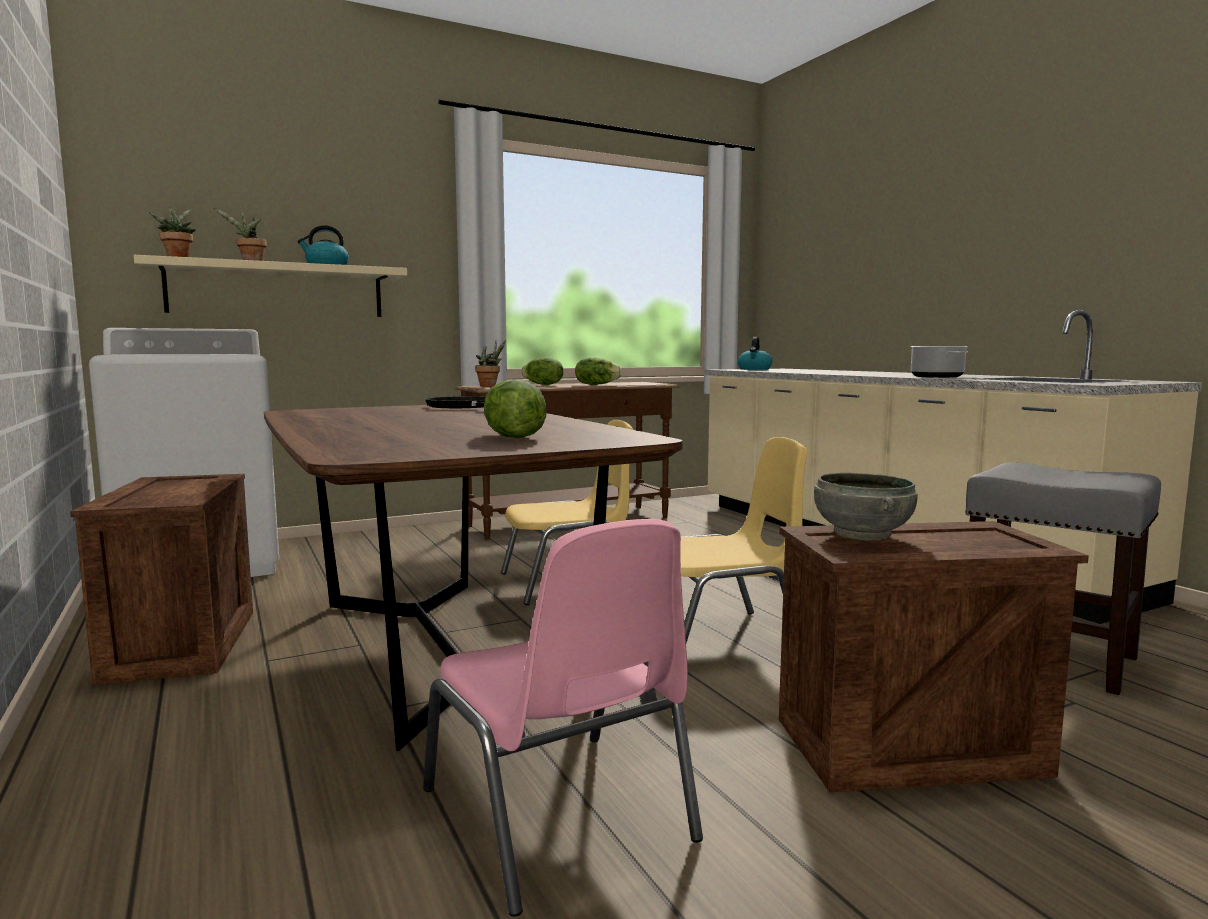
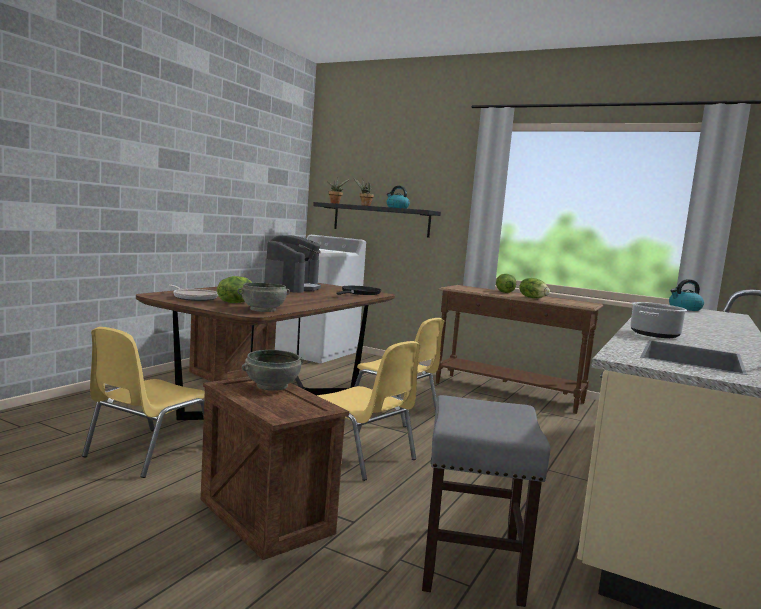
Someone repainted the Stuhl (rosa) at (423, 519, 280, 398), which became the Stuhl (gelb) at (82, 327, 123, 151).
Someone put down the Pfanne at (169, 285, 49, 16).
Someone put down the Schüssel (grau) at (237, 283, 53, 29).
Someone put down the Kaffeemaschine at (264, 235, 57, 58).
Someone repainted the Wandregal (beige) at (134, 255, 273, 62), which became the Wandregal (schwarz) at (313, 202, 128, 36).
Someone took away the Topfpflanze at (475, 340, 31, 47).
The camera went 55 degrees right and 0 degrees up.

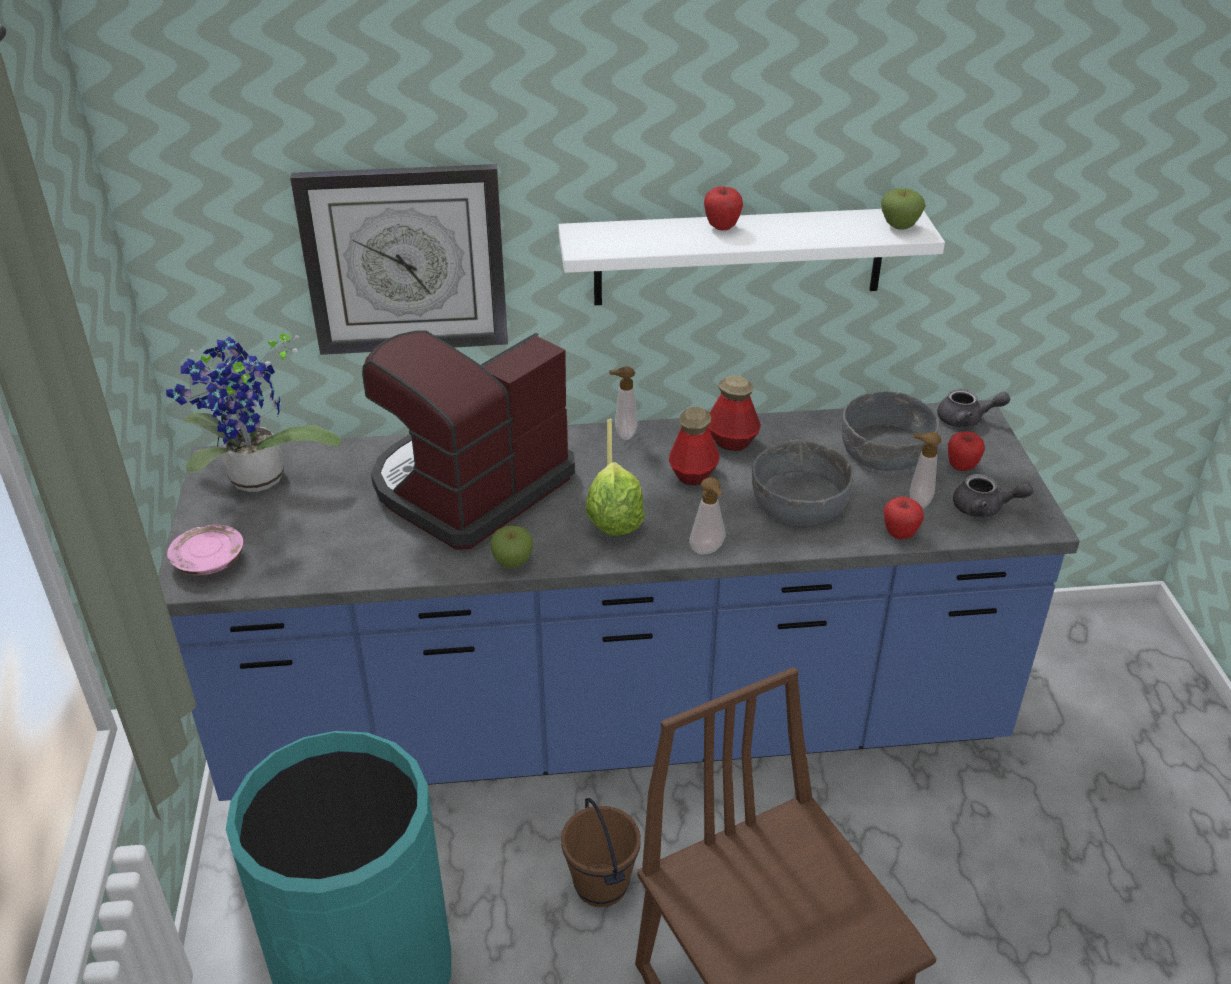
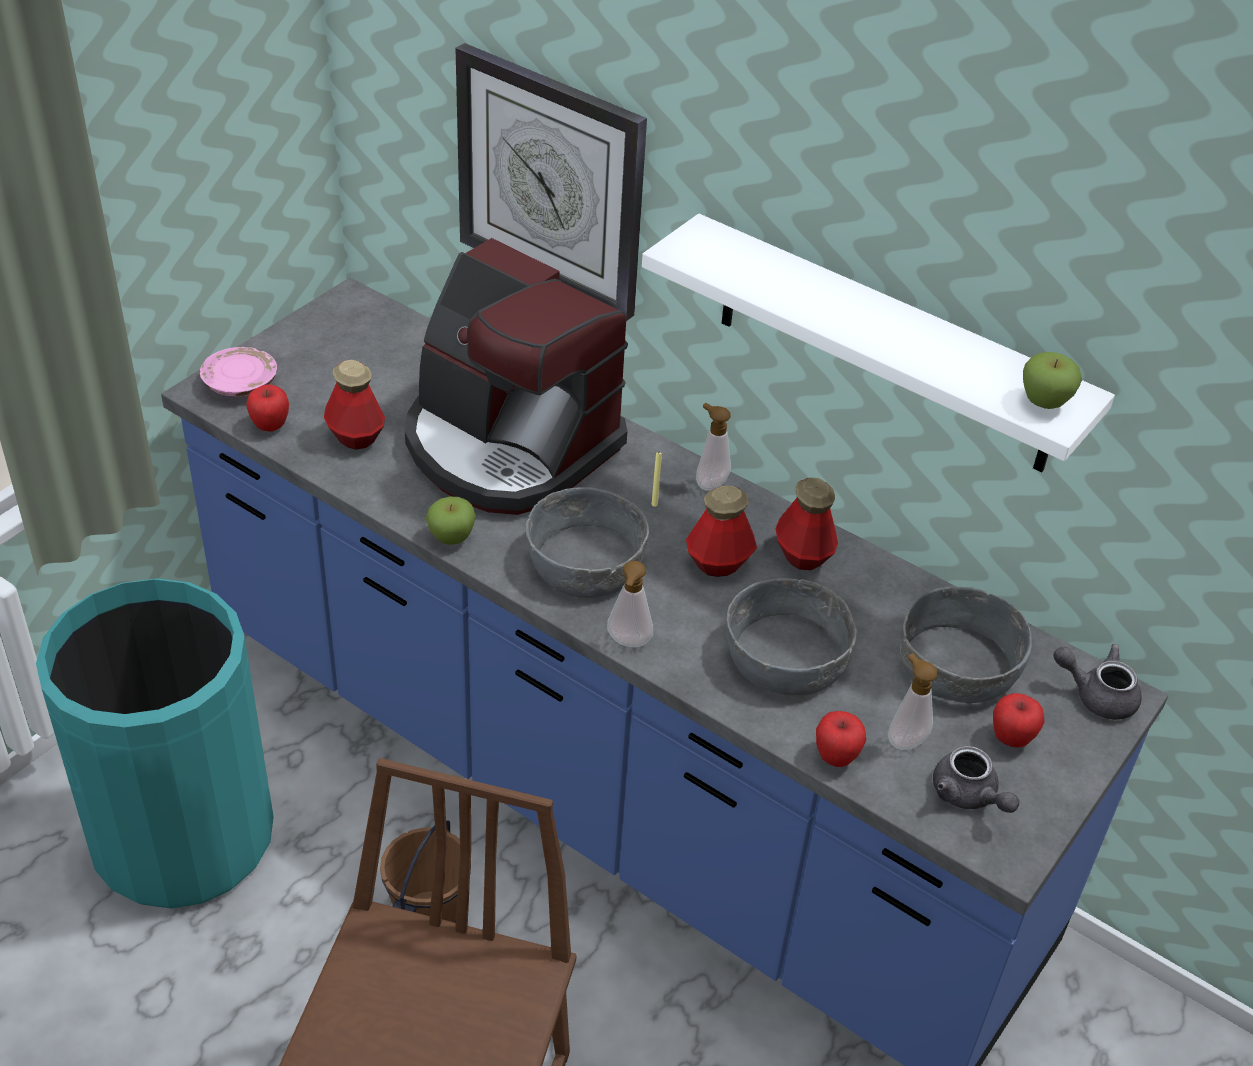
Someone carried the Apfel from (704, 187, 39, 43) to (246, 384, 43, 48).
Someone put down the Flasche at (324, 360, 61, 90).
Someone rotated the Kaffeemaschine at (362, 330, 213, 220) by 135 degrees counterclockwise.
Someone swapped the Salatkopf at (585, 462, 60, 74) for the Schüssel (grau) at (526, 487, 123, 111).
Someone rotated the Teekanne (grau) at (937, 389, 73, 39) by 150 degrees clockwise.
Someone took away the Topfpflanze at (166, 333, 176, 159).
The camera went 40 degrees right and 5 degrees up.

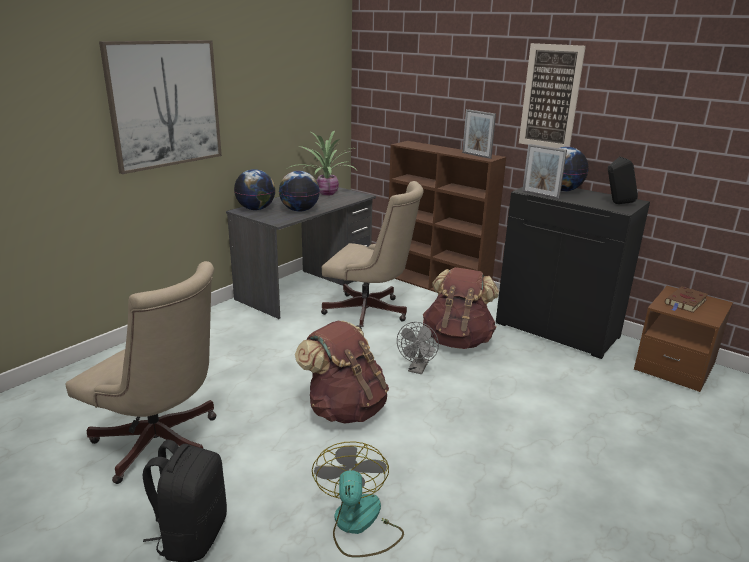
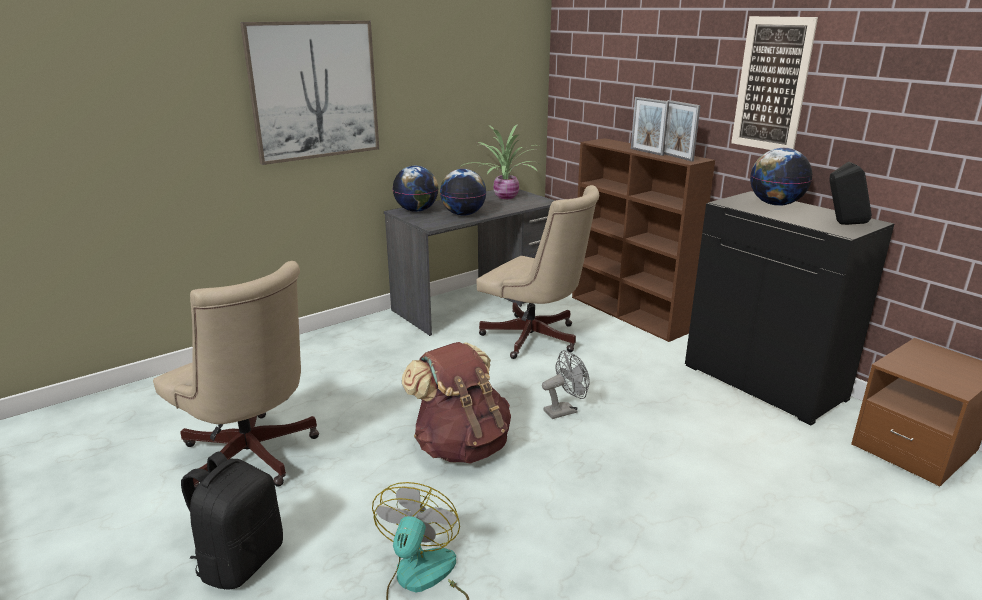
Someone rotated the Ventilator (grau) at (397, 322, 42, 52) by 150 degrees counterclockwise.
Someone carried the Bilderrahmen from (522, 144, 45, 55) to (631, 97, 38, 59).
Someone took away the Rucksack (braun) at (423, 267, 76, 82).
Someone took away the Buch (braun) at (665, 286, 43, 27).
The camera went 15 degrees right and 0 degrees up.

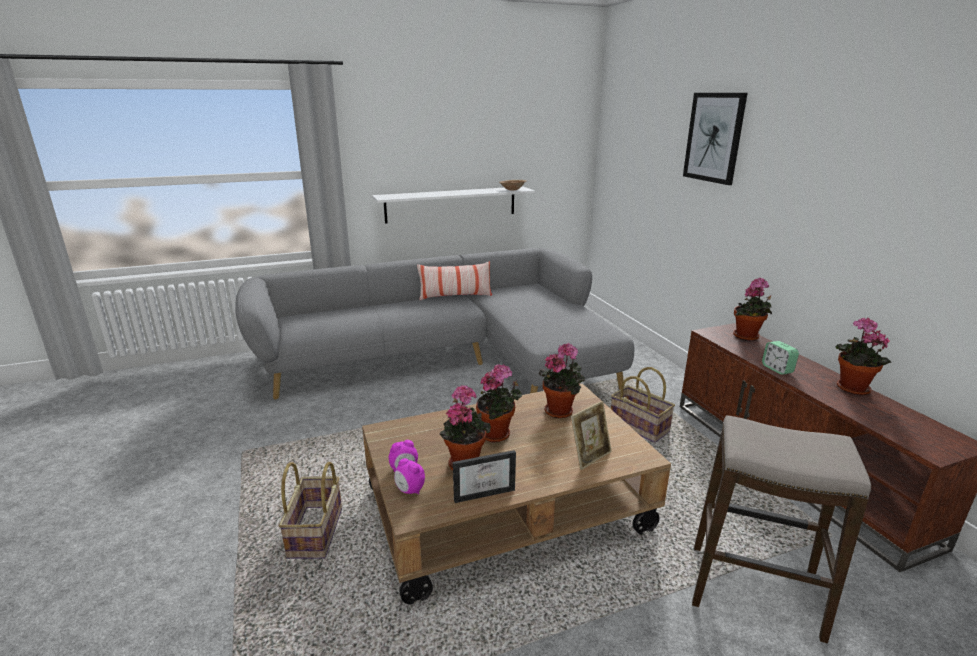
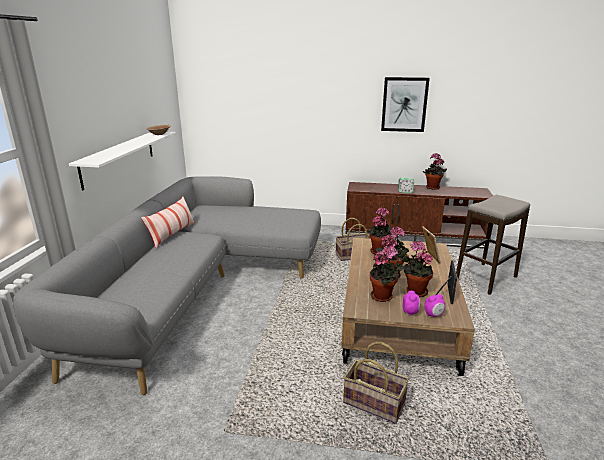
Someone carried the Topfpflanze from (733, 278, 39, 63) to (370, 246, 34, 56).
Someone carried the Bild from (683, 93, 65, 92) to (381, 77, 49, 55).
The camera went 60 degrees left and 0 degrees up.

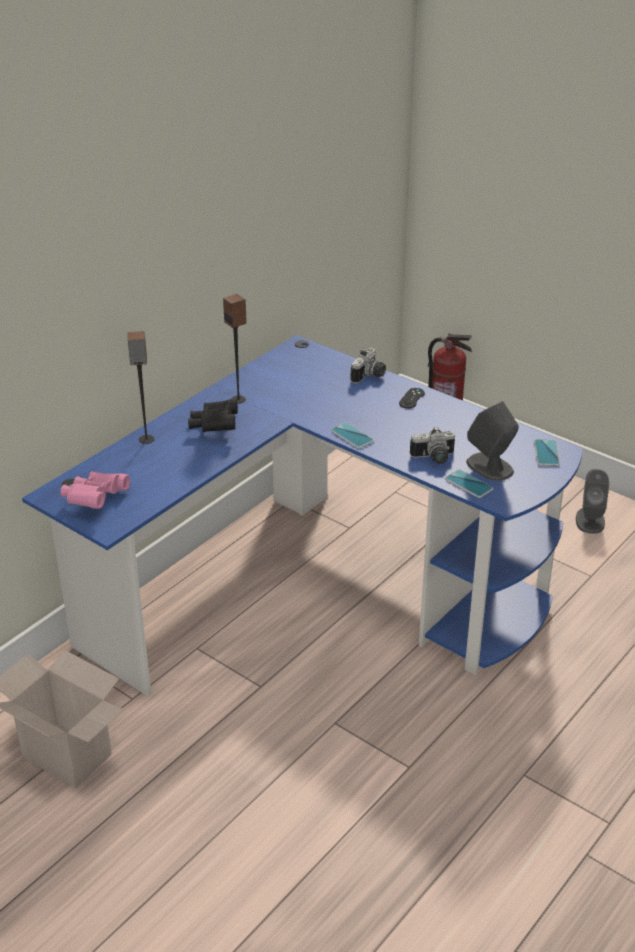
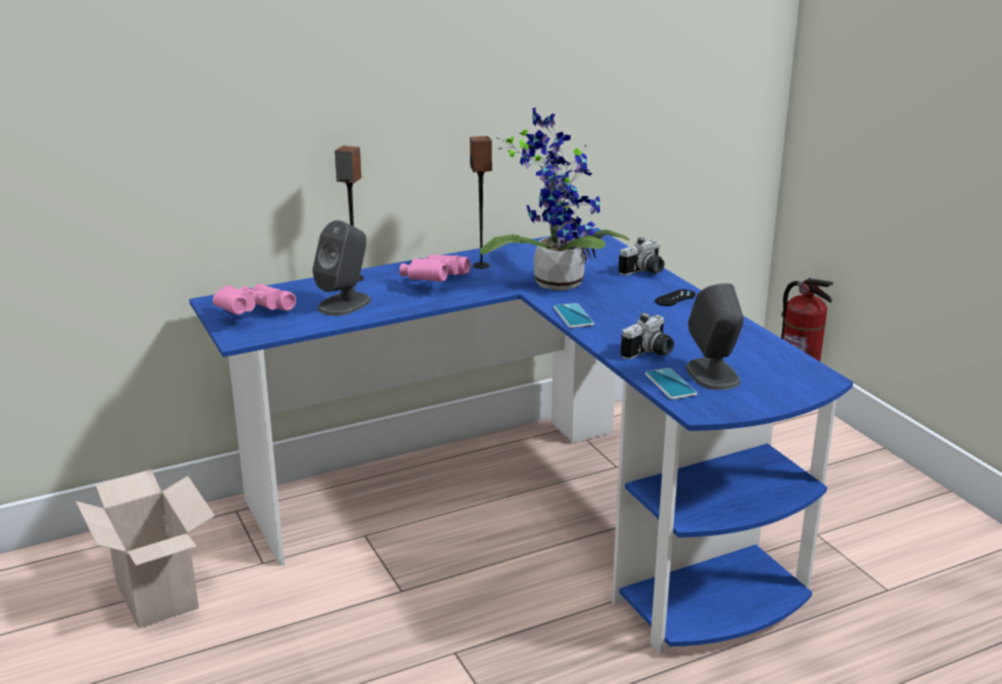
Someone carried the Lautsprecher (grau) from (576, 469, 33, 65) to (312, 220, 59, 96).
Someone repainted the Fernglas (schwarz) at (188, 399, 50, 33), which became the Fernglas (rosa) at (399, 254, 71, 28).
Someone put down the Topfpflanze at (480, 107, 150, 184).
Someone rotated the Kamera at (410, 426, 45, 38) by 60 degrees counterclockwise.
Someone took away the Handy at (534, 439, 26, 27).
The camera went 25 degrees right and 10 degrees down.

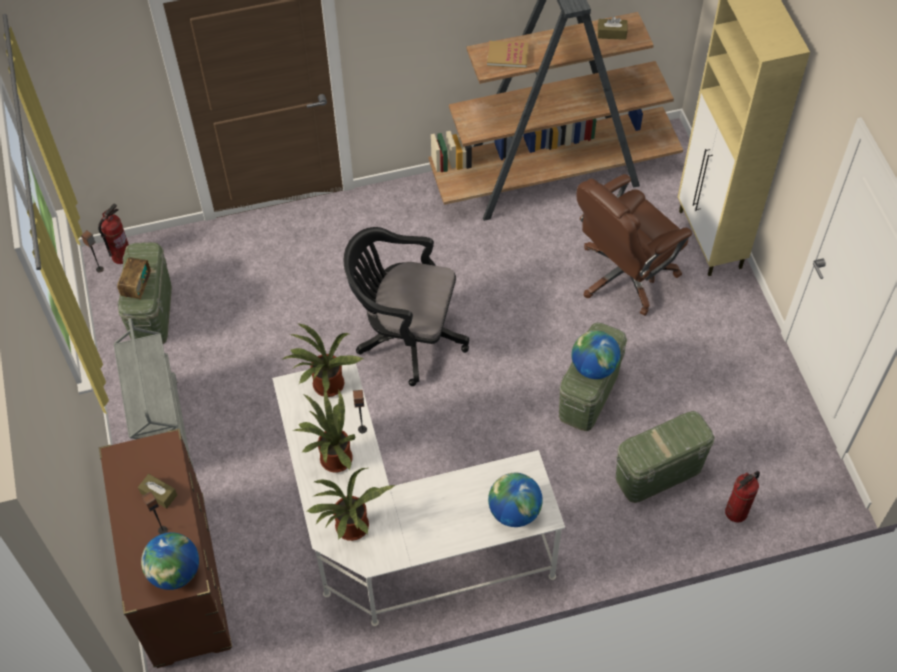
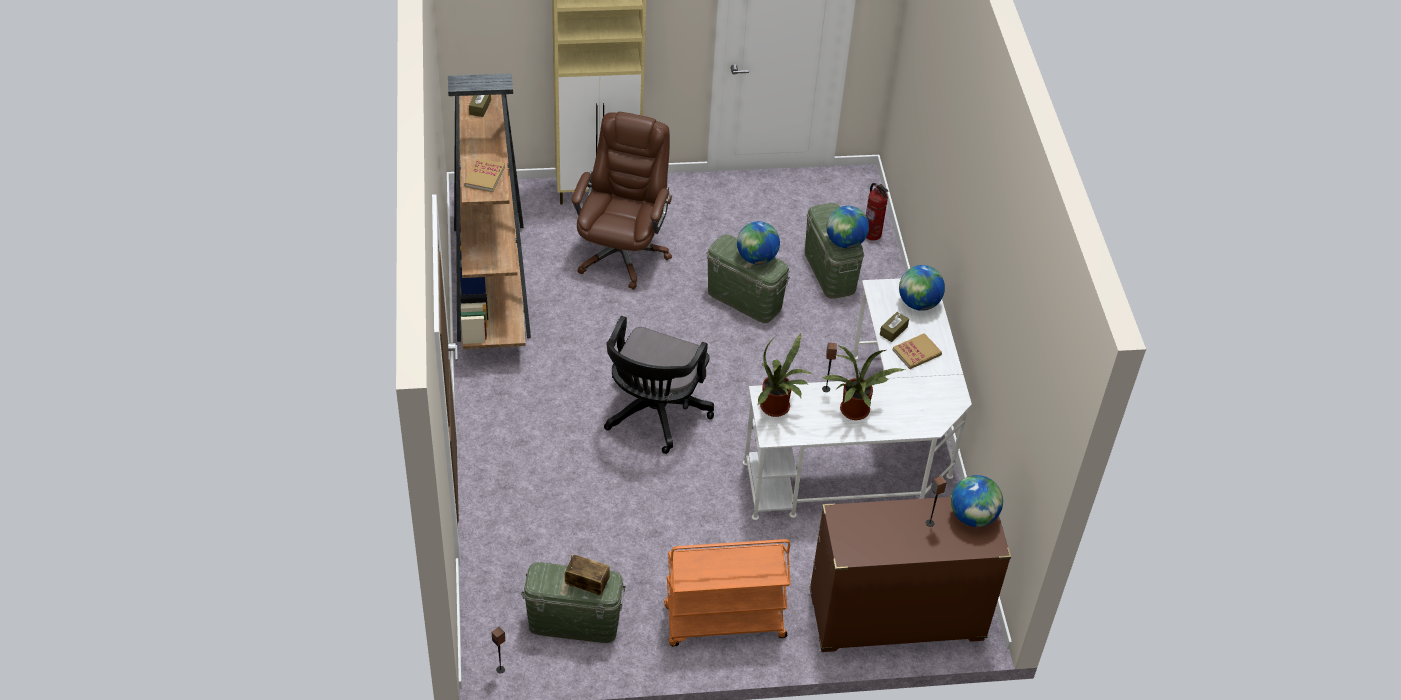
Someone rotated the Bürostuhl (braun) at (577, 174, 115, 142) by 135 degrees counterclockwise.
Someone repainted the Rollwagen (grau) at (114, 318, 80, 151), which became the Rollwagen (orange) at (664, 539, 127, 108).
Someone put down the Globus at (826, 206, 43, 42).
Someone carried the Taschentuchbox (braun) from (138, 474, 39, 35) to (880, 312, 29, 30).
Someone put down the Buch at (893, 333, 49, 36).
Someone took away the Feuerlöscher at (98, 203, 31, 61).
Someone took away the Topfpflanze at (307, 468, 89, 73).
The camera went 85 degrees left and 10 degrees down.

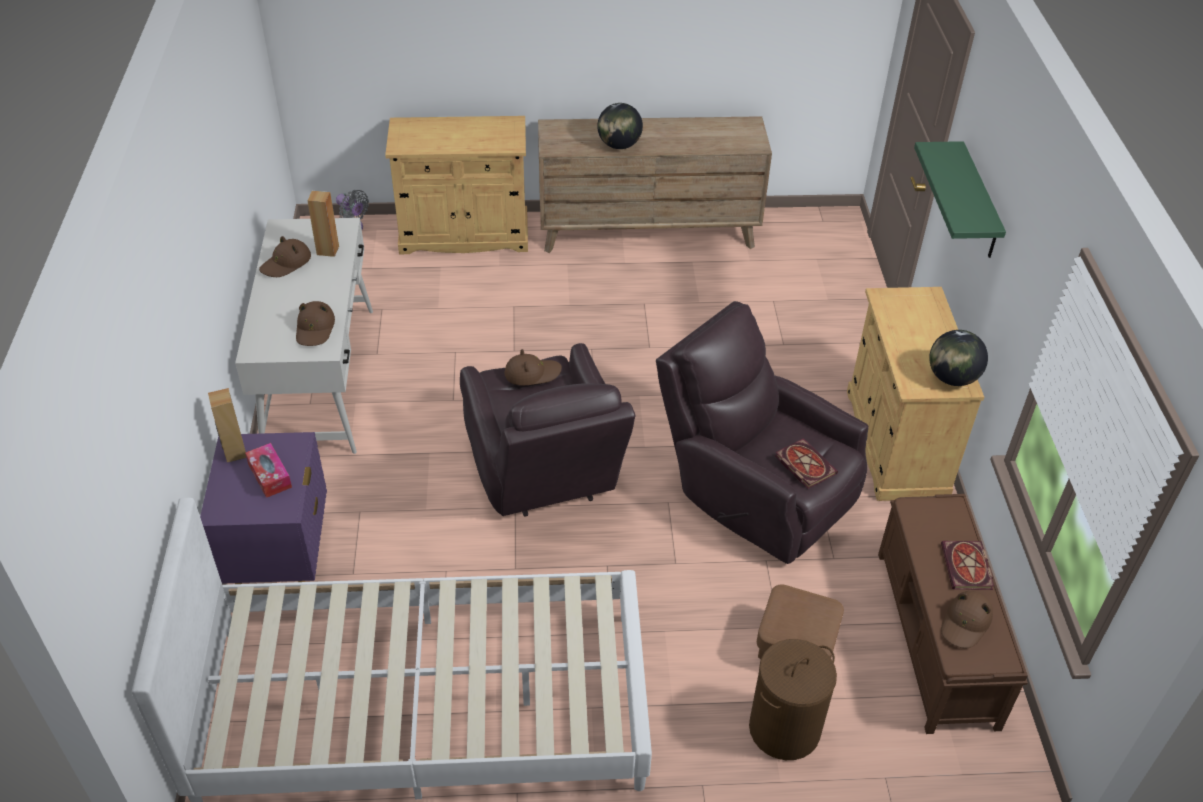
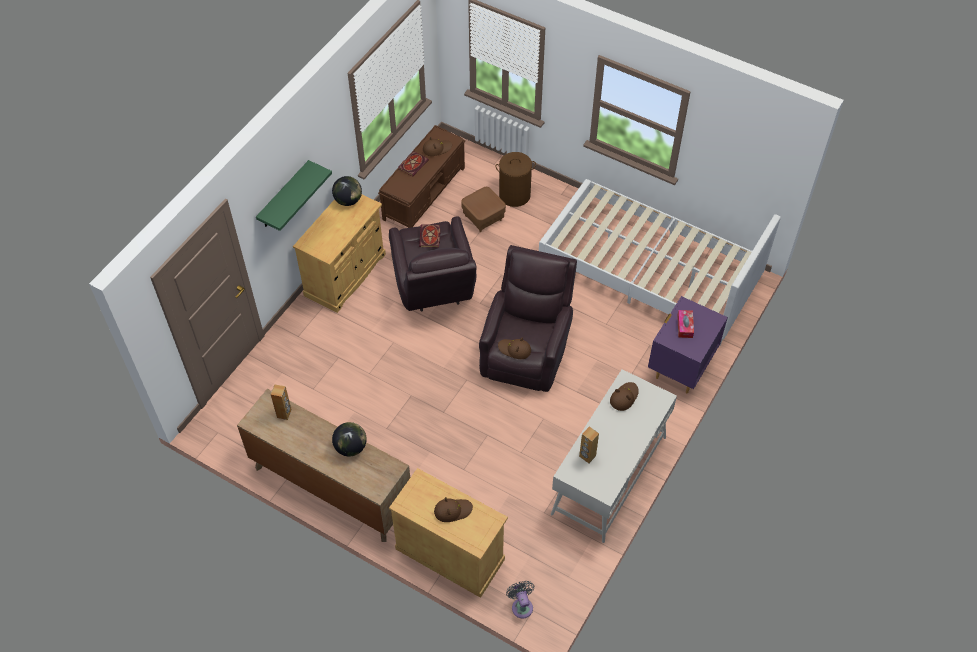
Someone carried the Lautsprecher (braun) from (208, 388, 38, 75) to (271, 384, 21, 36).
Someone carried the Hut (braun) from (259, 236, 52, 41) to (434, 497, 39, 25).
The camera went 145 degrees left and 10 degrees up.

